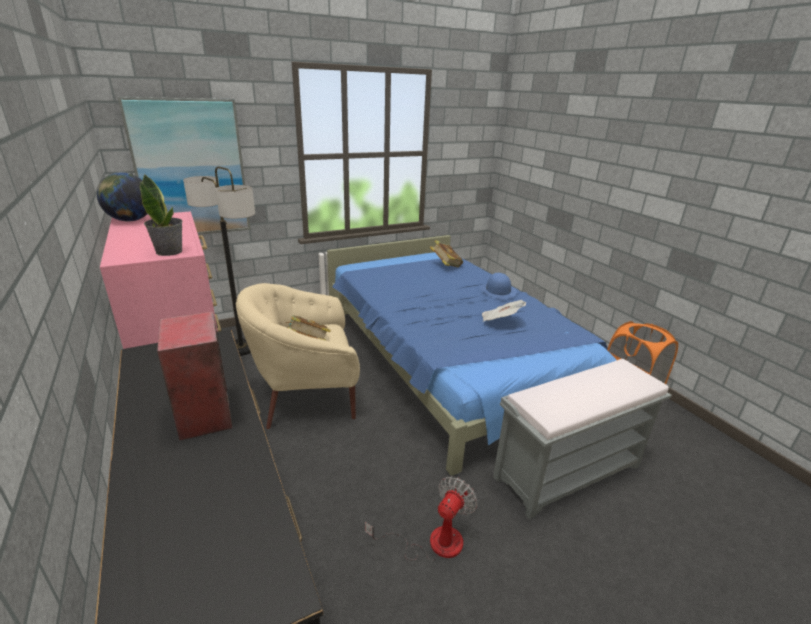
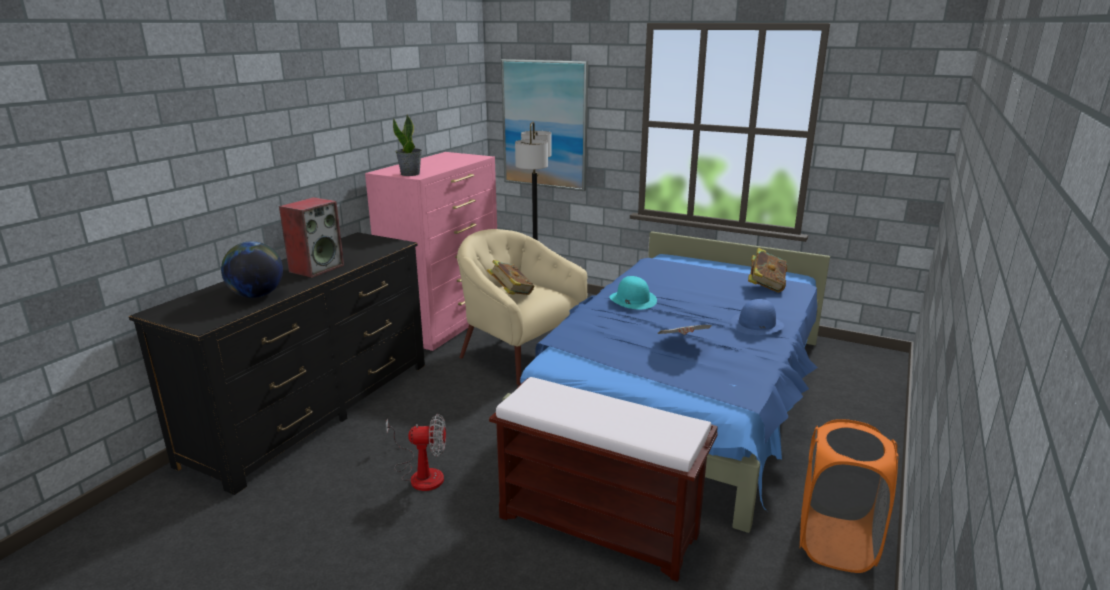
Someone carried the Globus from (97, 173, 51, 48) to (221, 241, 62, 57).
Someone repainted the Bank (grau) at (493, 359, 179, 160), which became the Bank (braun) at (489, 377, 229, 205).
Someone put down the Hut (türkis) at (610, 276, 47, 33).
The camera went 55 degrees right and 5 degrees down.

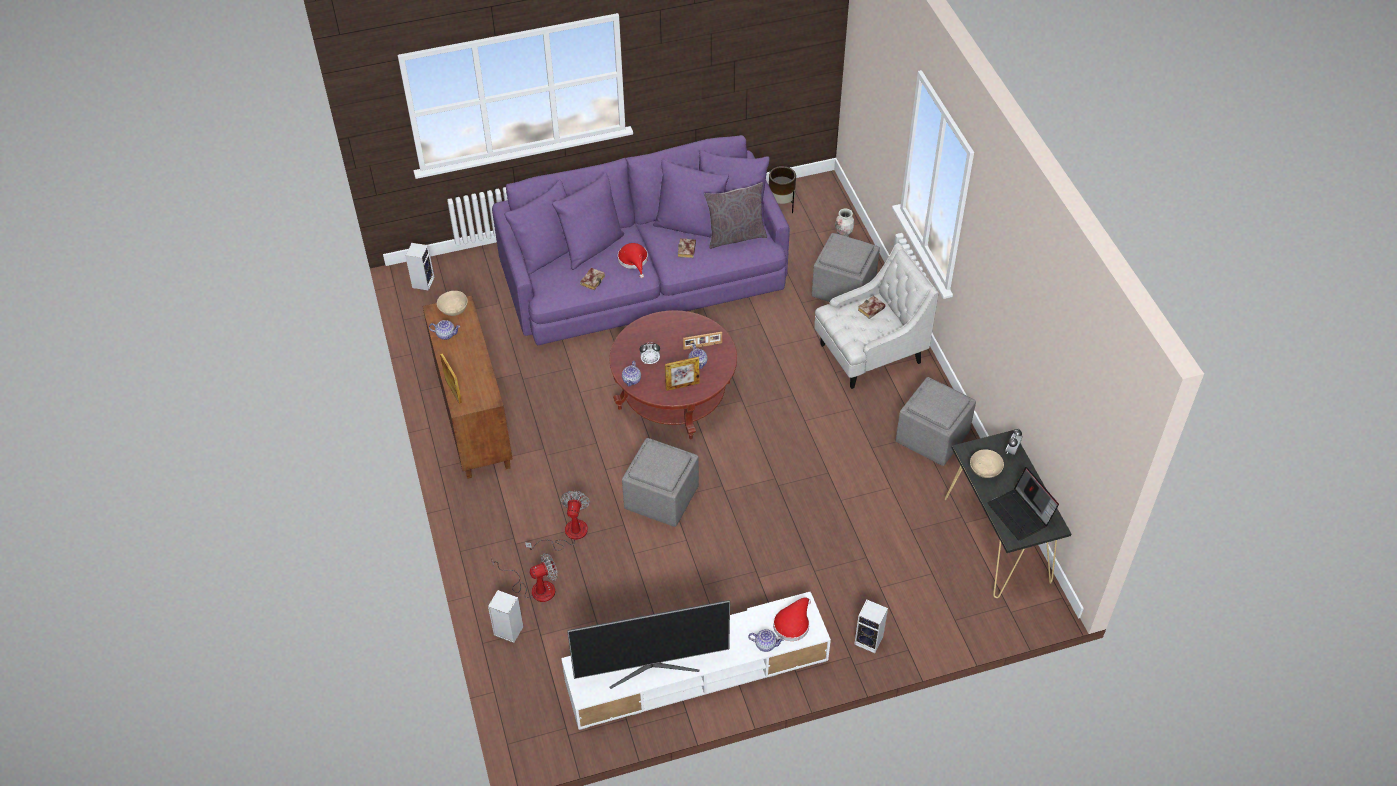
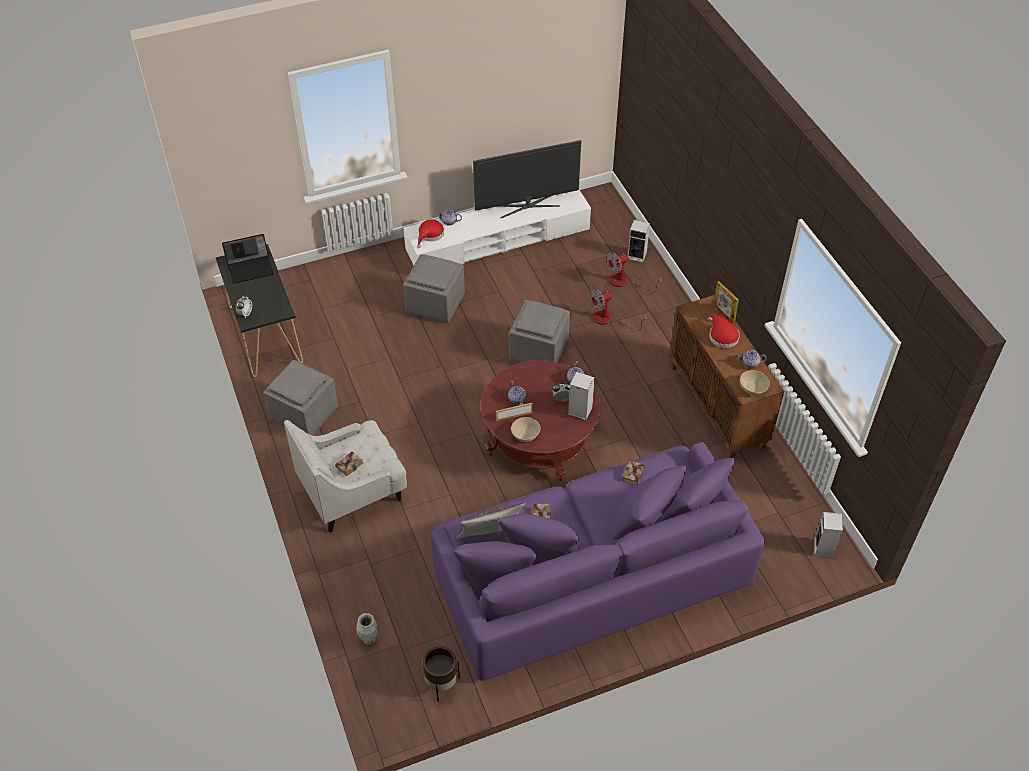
Someone rotated the Laptop at (988, 467, 71, 73) by 105 degrees clockwise.
Someone carried the Polsterhocker (grau) from (812, 233, 68, 69) to (403, 254, 62, 69).
Someone carried the Schüssel (beige) from (970, 449, 34, 29) to (511, 417, 30, 25).
Someone carried the Lautsprecher from (854, 600, 34, 53) to (568, 372, 27, 48).
Someone rotated the Ventilator at (525, 490, 65, 61) by 60 degrees clockwise.
Someone carried the Hut (rot) from (618, 243, 30, 35) to (708, 313, 32, 35).
Someone took away the Bilderrahmen at (665, 357, 34, 34).
The camera went 175 degrees right and 0 degrees up.

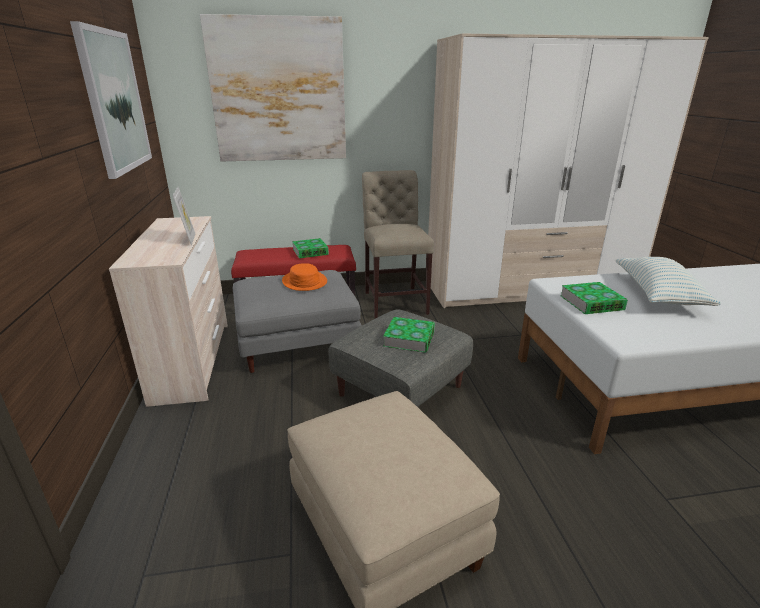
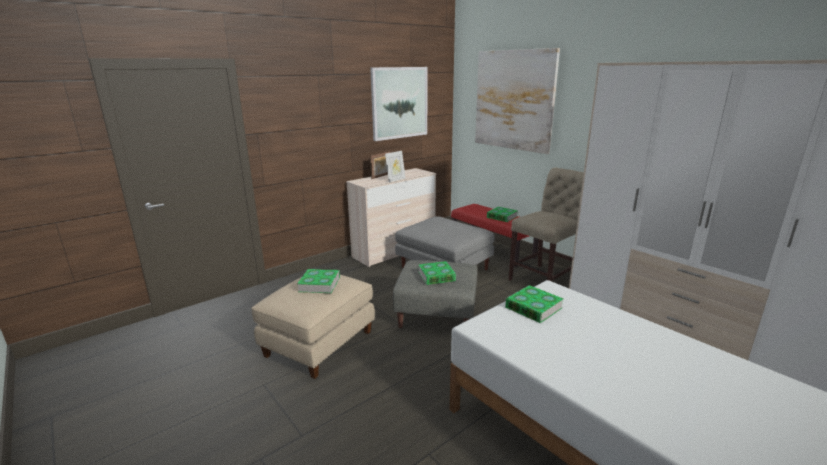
Someone put down the Buch at (297, 269, 43, 24).
Someone put down the Bilderrahmen at (370, 151, 20, 28).
Someone took away the Hut (orange) at (282, 263, 45, 28).
Someone took away the Kissen at (615, 257, 106, 49).
The camera went 60 degrees right and 5 degrees down.

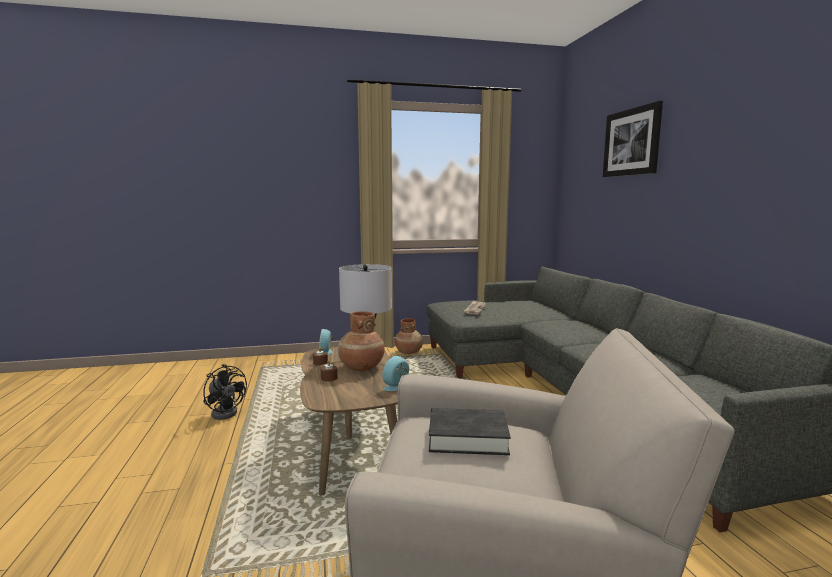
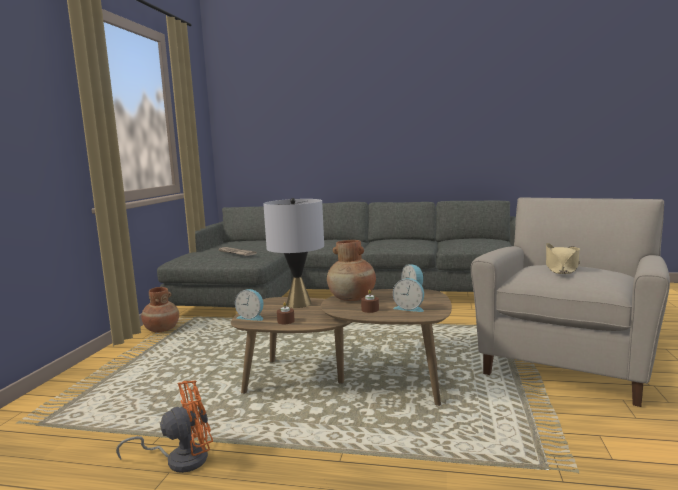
Someone repainted the Ventilator (schwarz) at (203, 364, 44, 56), which became the Ventilator (orange) at (116, 380, 97, 93).
Someone put down the Wecker at (393, 278, 31, 34).
Someone swapped the Buch (schwarz) at (429, 408, 82, 47) for the Hut (beige) at (546, 243, 34, 31).
Someone took away the Bild at (603, 101, 60, 76).
The camera went 65 degrees left and 0 degrees up.

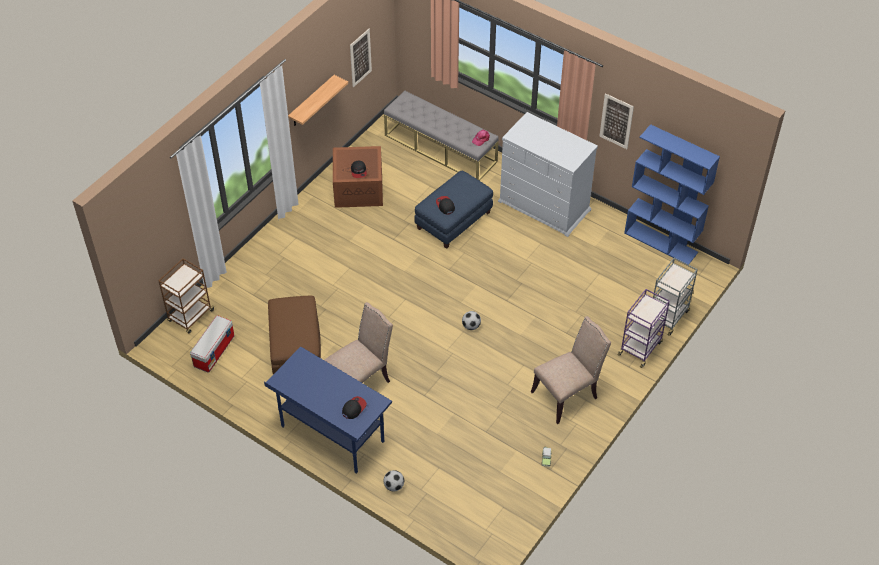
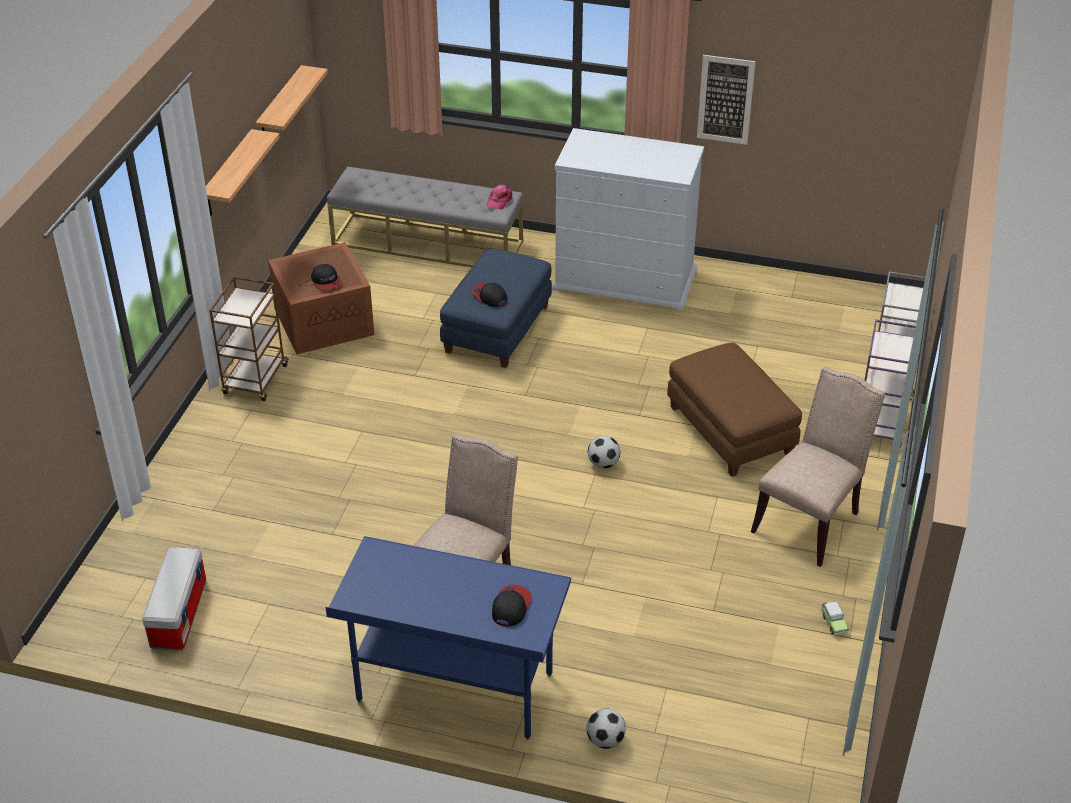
Someone carried the Rollwagen (braun) from (158, 258, 57, 75) to (209, 276, 80, 125).
Someone swapped the Bild at (350, 29, 22, 59) for the Wandregal at (256, 65, 72, 66).
Someone carried the Polsterhocker (braun) from (268, 296, 53, 78) to (667, 343, 135, 134).
Someone took away the Bücherregal (blau) at (624, 124, 96, 141).
The camera went 20 degrees left and 10 degrees down.

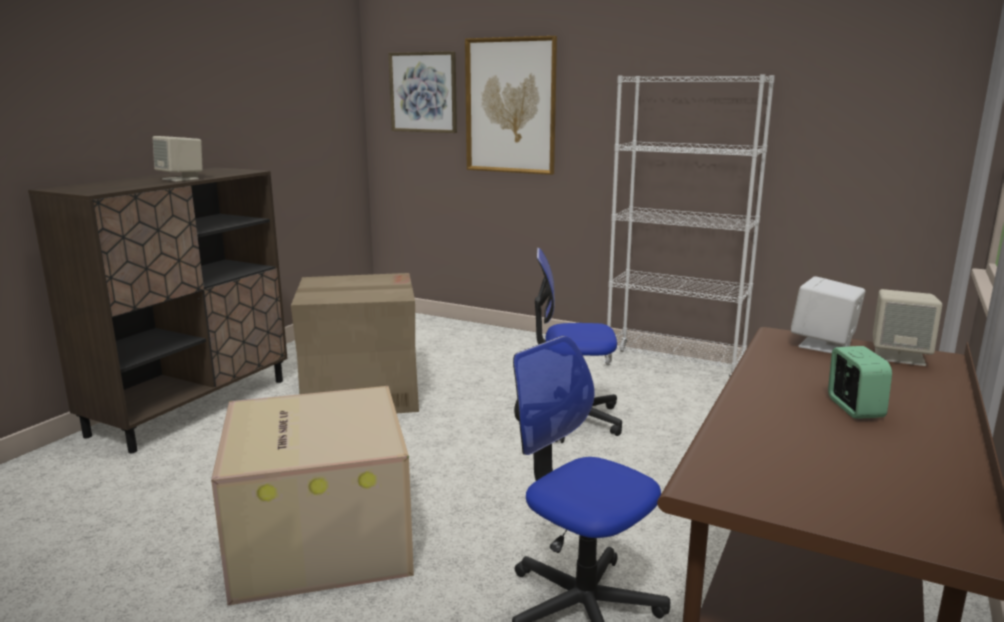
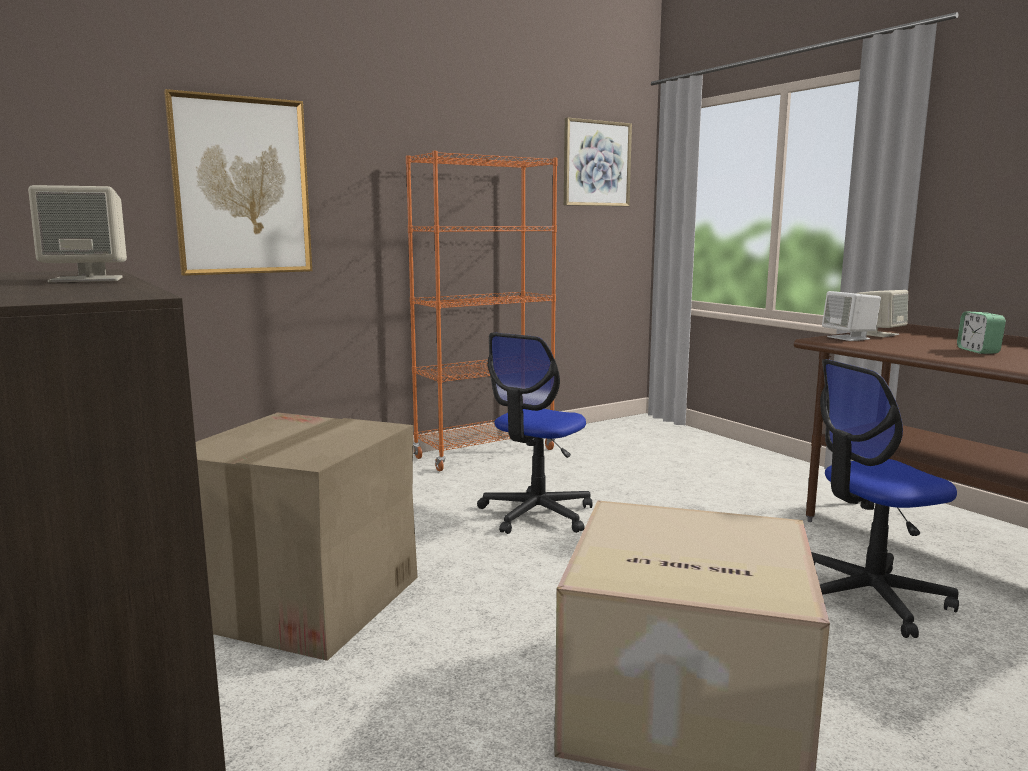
Someone repainted the Bücherregal (weiß) at (604, 75, 171, 302), which became the Bücherregal (orange) at (406, 151, 152, 320).
Someone carried the Bild from (388, 51, 69, 82) to (564, 117, 68, 89).
Someone rotated the Wecker at (828, 346, 64, 73) by 120 degrees counterclockwise.
The camera went 60 degrees left and 5 degrees down.

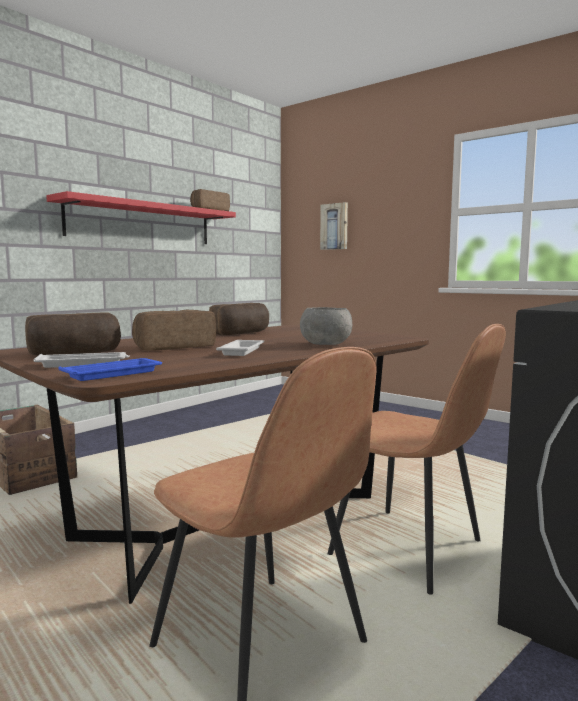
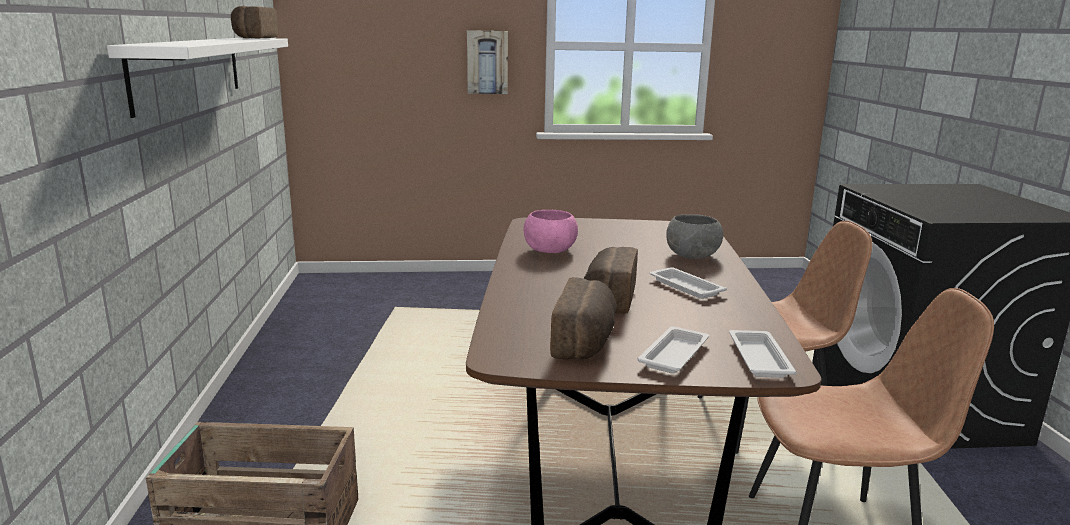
Someone repainted the Wandregal (rot) at (46, 191, 190, 53), which became the Wandregal (weiß) at (107, 38, 181, 80).
Someone carried the Bild from (320, 202, 28, 48) to (467, 30, 41, 64).
Someone swapped the Brot at (209, 303, 60, 32) for the Schüssel (rosa) at (524, 210, 54, 43).
Someone repainted the Tablett (blau) at (58, 358, 104, 23), which became the Tablett (weiß) at (729, 330, 67, 48).
The camera went 45 degrees left and 10 degrees up.

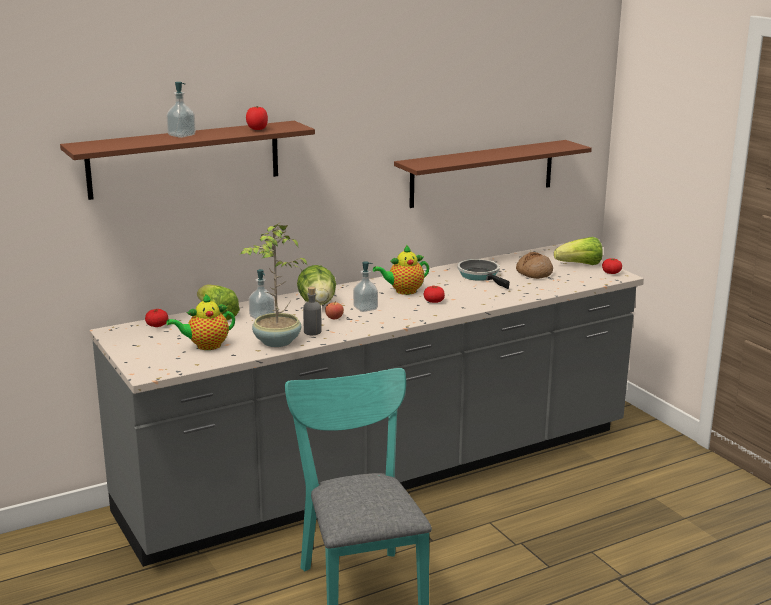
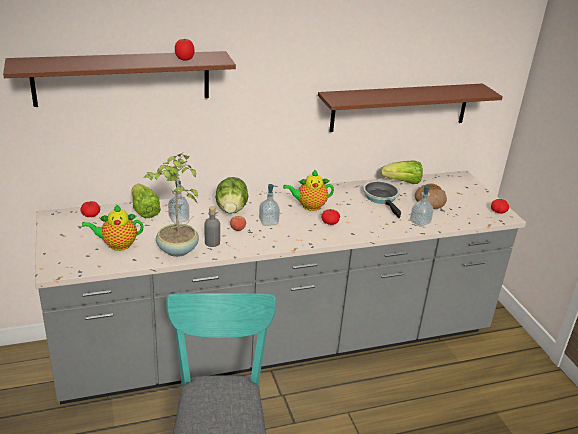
Someone carried the Salatkopf from (554, 237, 49, 28) to (381, 161, 42, 23).
Someone carried the Seifenspender from (166, 82, 30, 56) to (410, 185, 24, 42).
The camera went 10 degrees right and 10 degrees up.

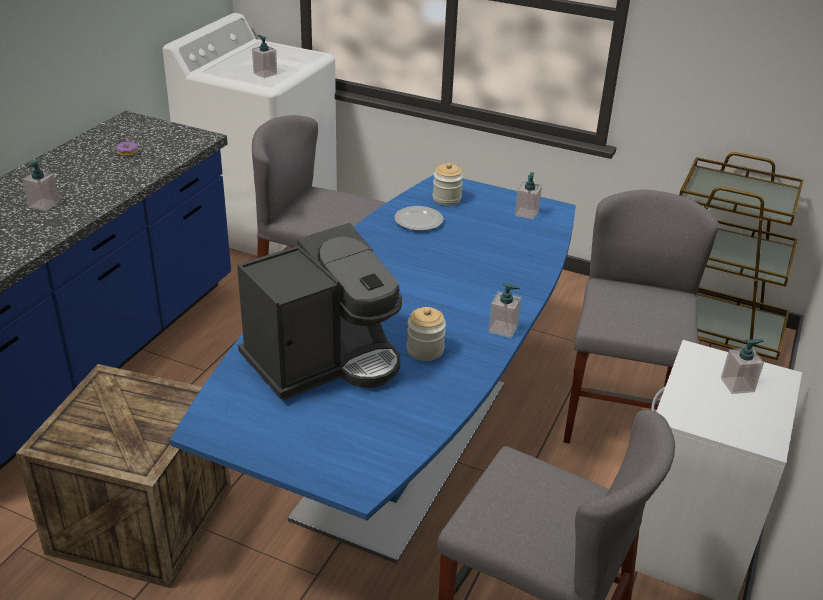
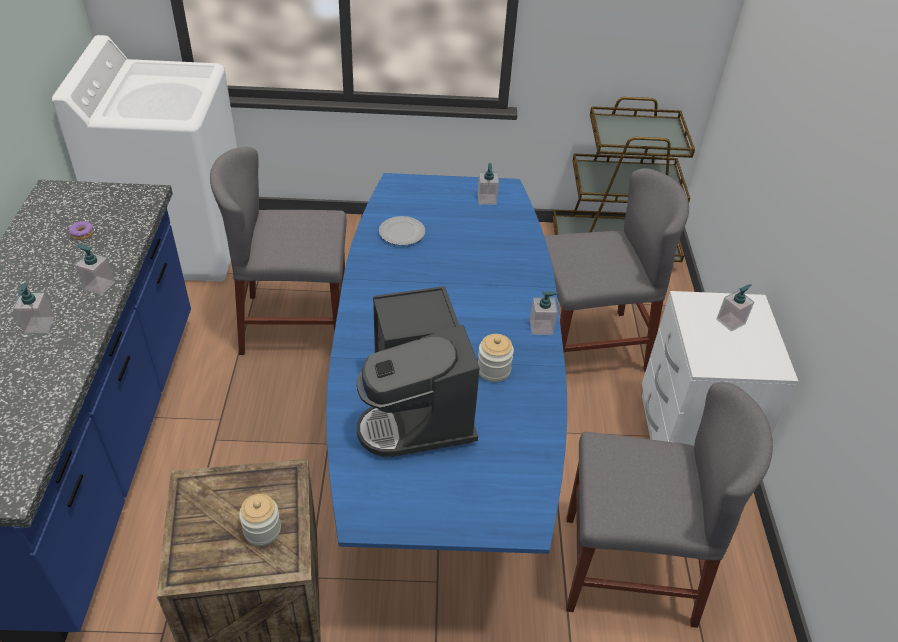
Someone carried the Seifenspender from (252, 35, 25, 43) to (74, 244, 41, 51).
Someone carried the Vorratsglas from (432, 163, 31, 42) to (239, 494, 42, 52).
Someone rotated the Kaffeemaschine at (237, 223, 165, 177) by 135 degrees clockwise.
Someone rotated the Stuhl (grau) at (563, 190, 156, 254) by 90 degrees clockwise.
The camera went 25 degrees left and 10 degrees up.

